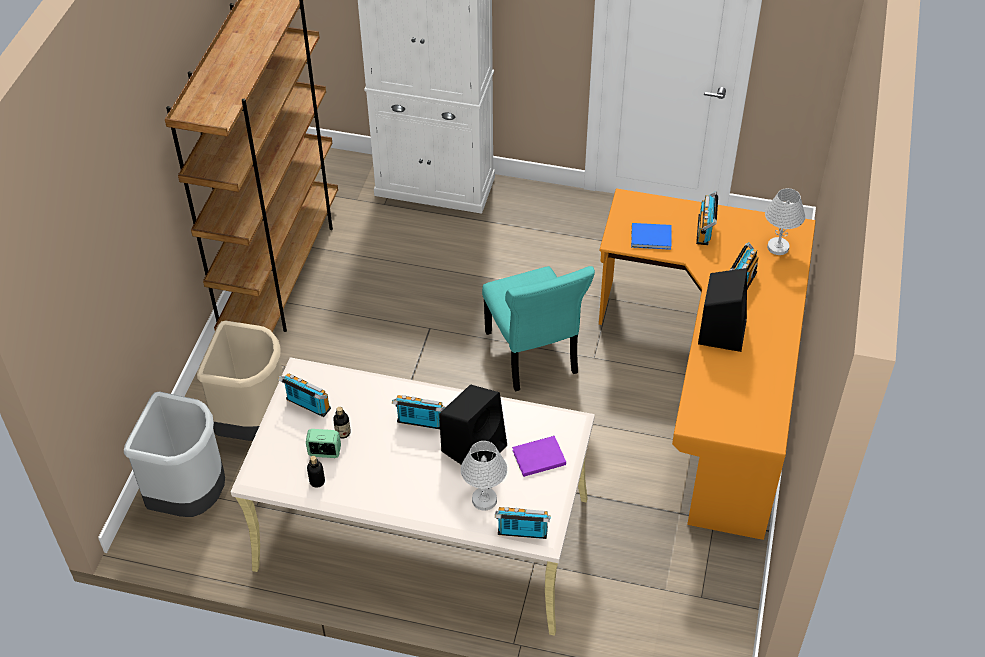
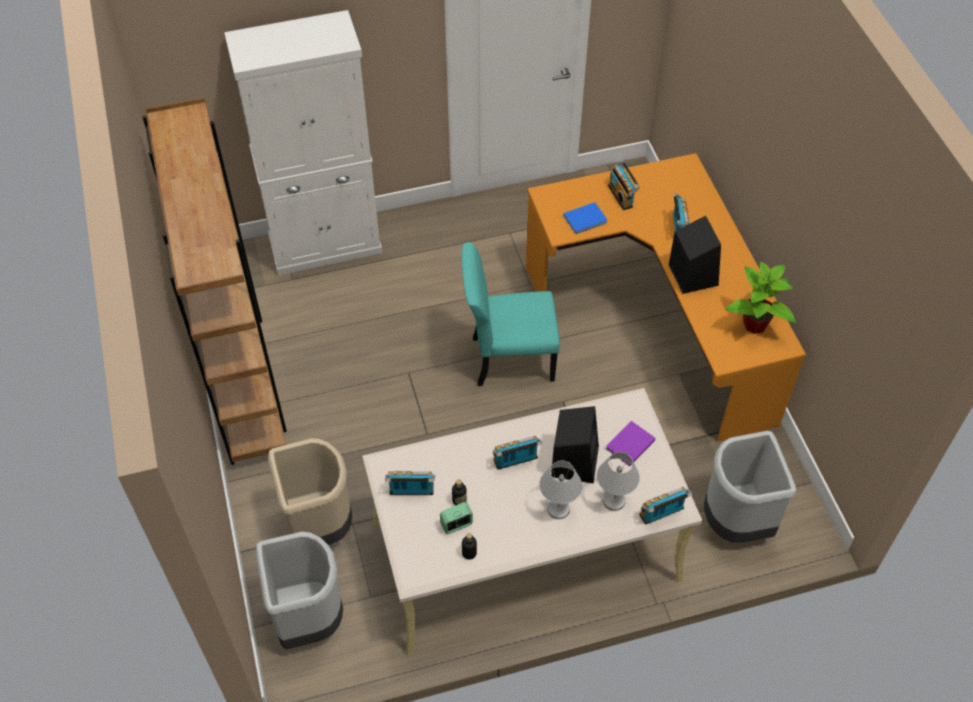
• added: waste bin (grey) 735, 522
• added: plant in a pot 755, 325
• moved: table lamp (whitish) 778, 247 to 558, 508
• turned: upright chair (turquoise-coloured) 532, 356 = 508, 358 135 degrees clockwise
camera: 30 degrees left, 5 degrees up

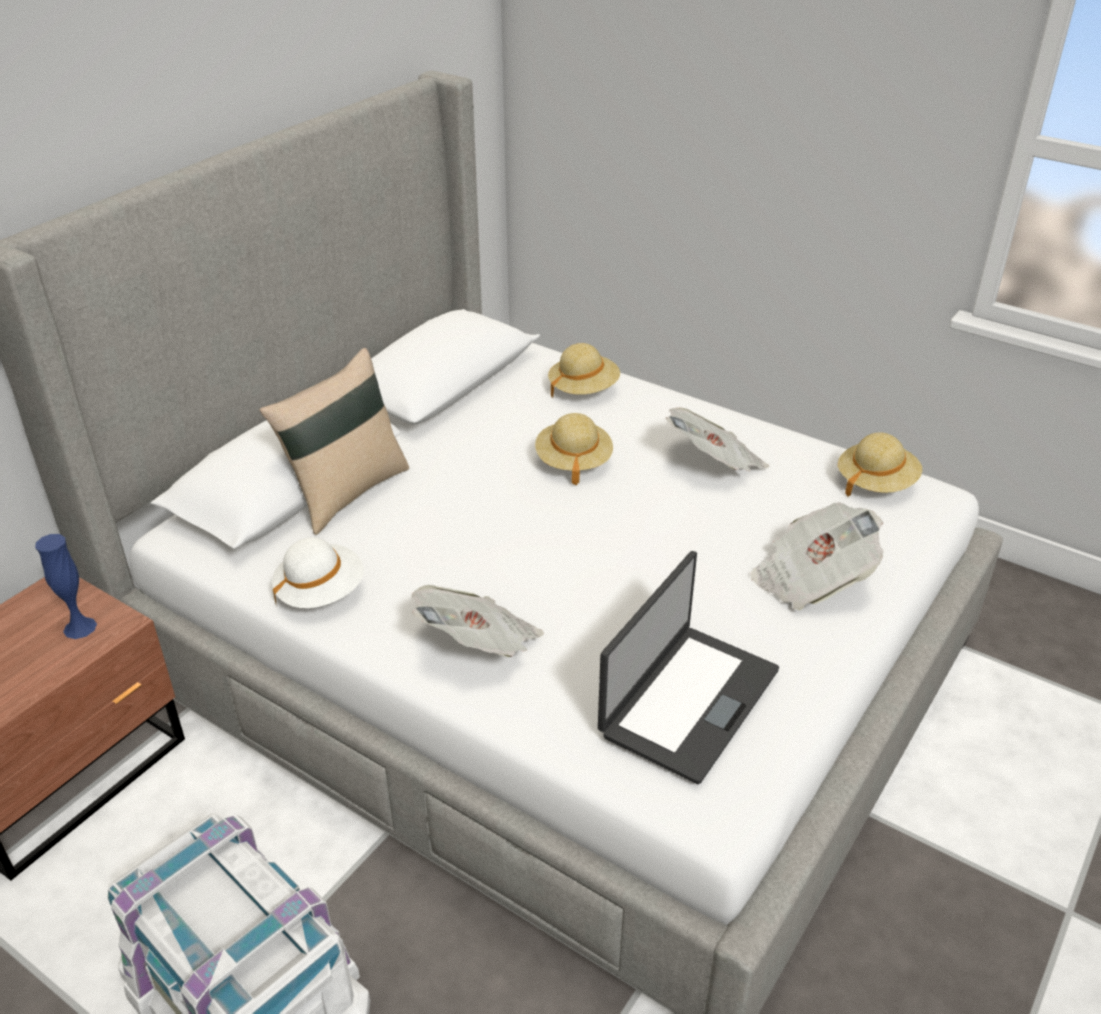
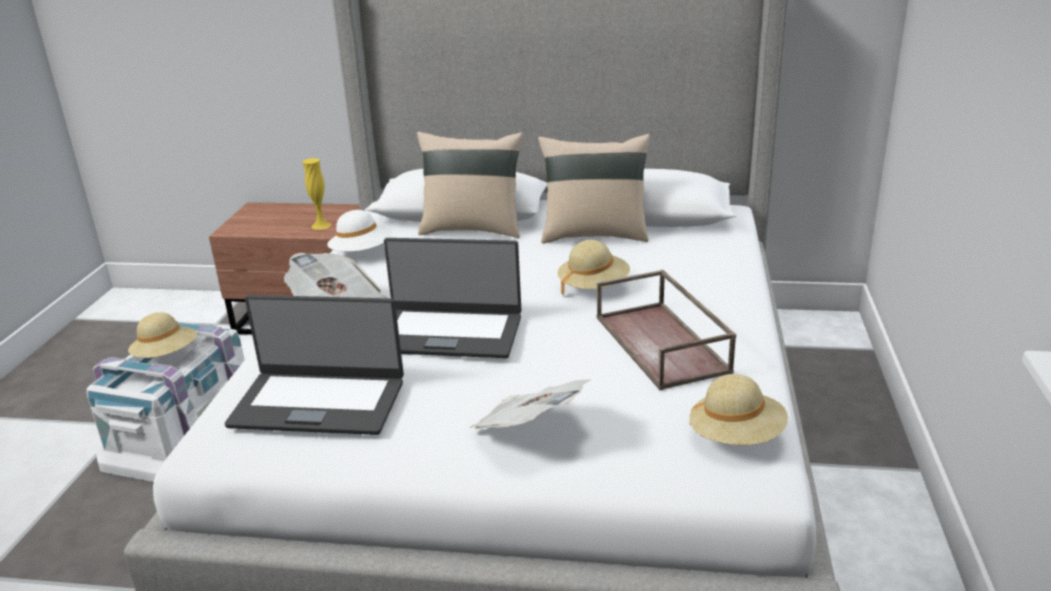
• added: laptop 448, 333
• added: cushion (beige) 594, 235
• moved: clothing hat (beige) 583, 389 to 167, 356
• replaced: newspaper 715, 464 to serving tray (brownish) 663, 344
• recoloured: flower vase (bluish) 80, 627 to flower vase (yellow-coloured) 321, 225
camera: 65 degrees right, 10 degrees down

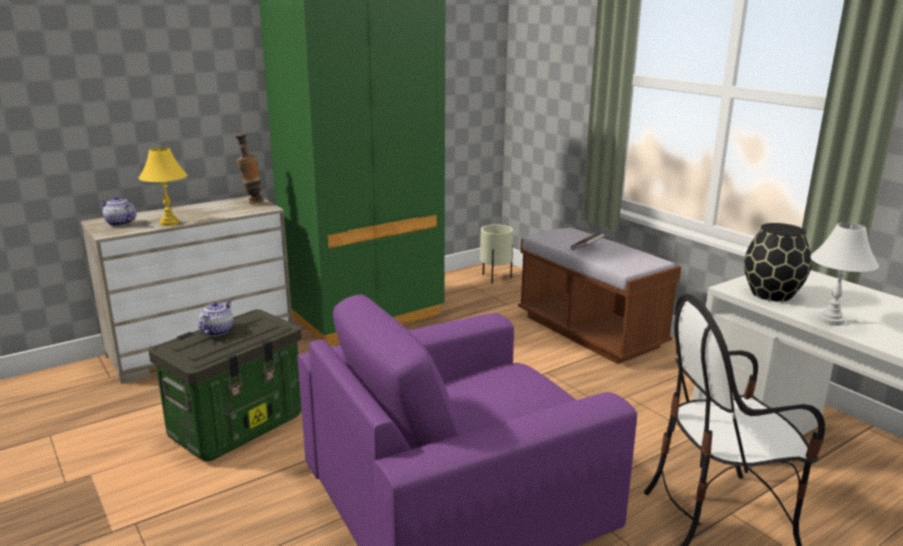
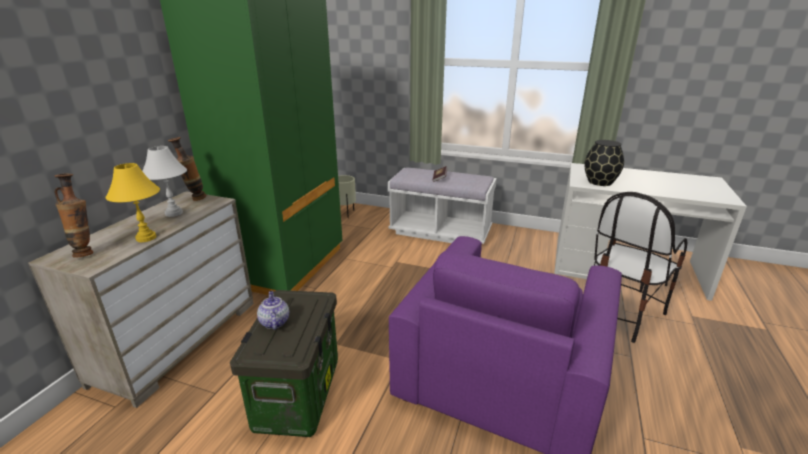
• moved: table lamp (whitish) 831, 320 to 174, 213
• replaced: pot for tea 119, 223 to flower vase 86, 252
• recoloured: indoor bench (brownish) 590, 331 to indoor bench (whitish) 440, 232
camera: 35 degrees left, 5 degrees up

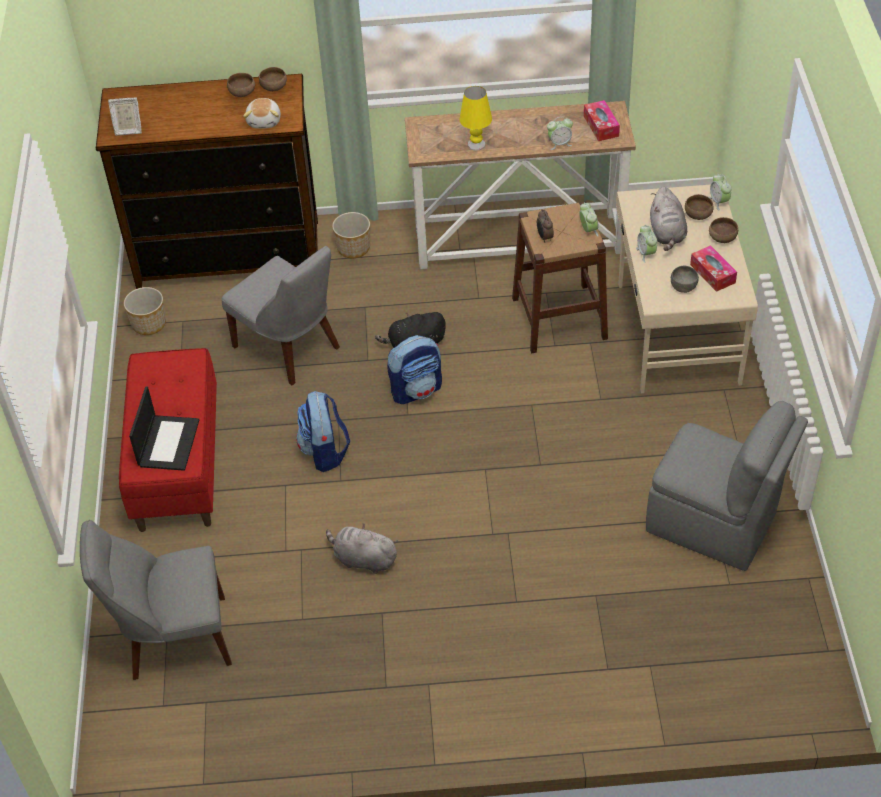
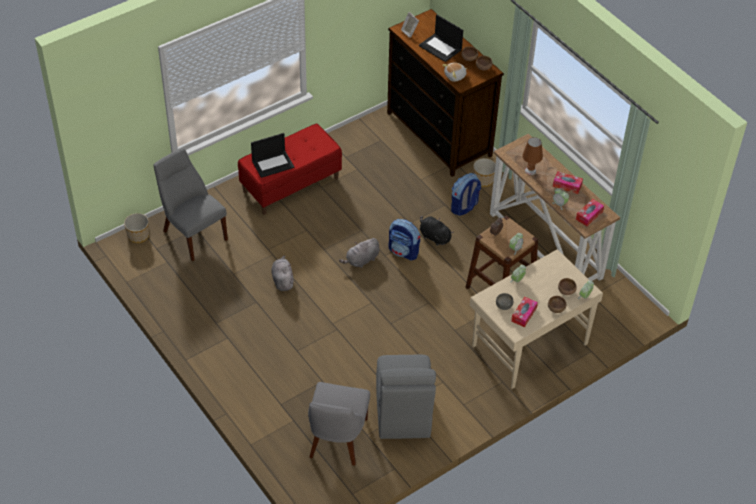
• added: laptop 441, 48
• added: box of tissues 567, 185
• moved: flower pot 149, 324 to 138, 236
• moved: upright chair (grey) 290, 349 to 337, 440
• moved: rucksack 325, 451 to 464, 207
• moved: soft toy (grey) 667, 233 to 361, 260
• recoloured: table lamp (yellow-coloured) 476, 144 to table lamp (brownish) 530, 171
camera: 55 degrees right, 0 degrees up

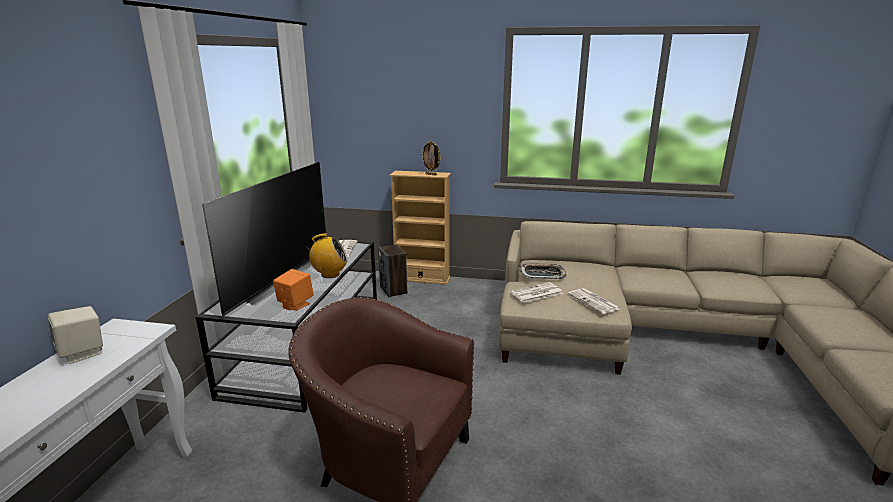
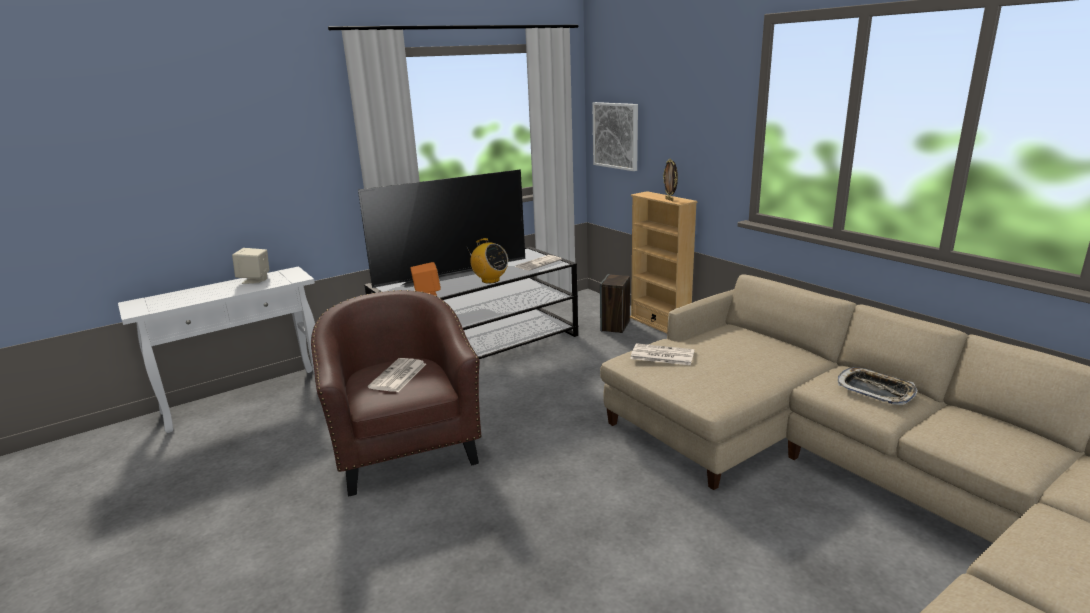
• added: picture 616, 135
• moved: serving tray 542, 274 to 875, 390
• moved: newspaper 594, 302 to 398, 376
camera: 45 degrees right, 0 degrees up

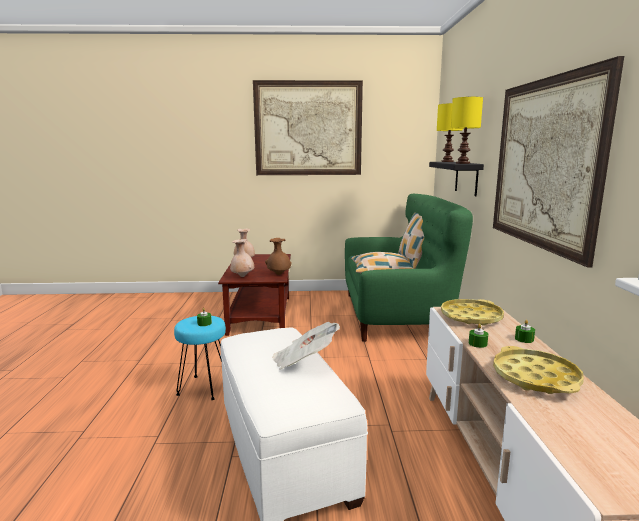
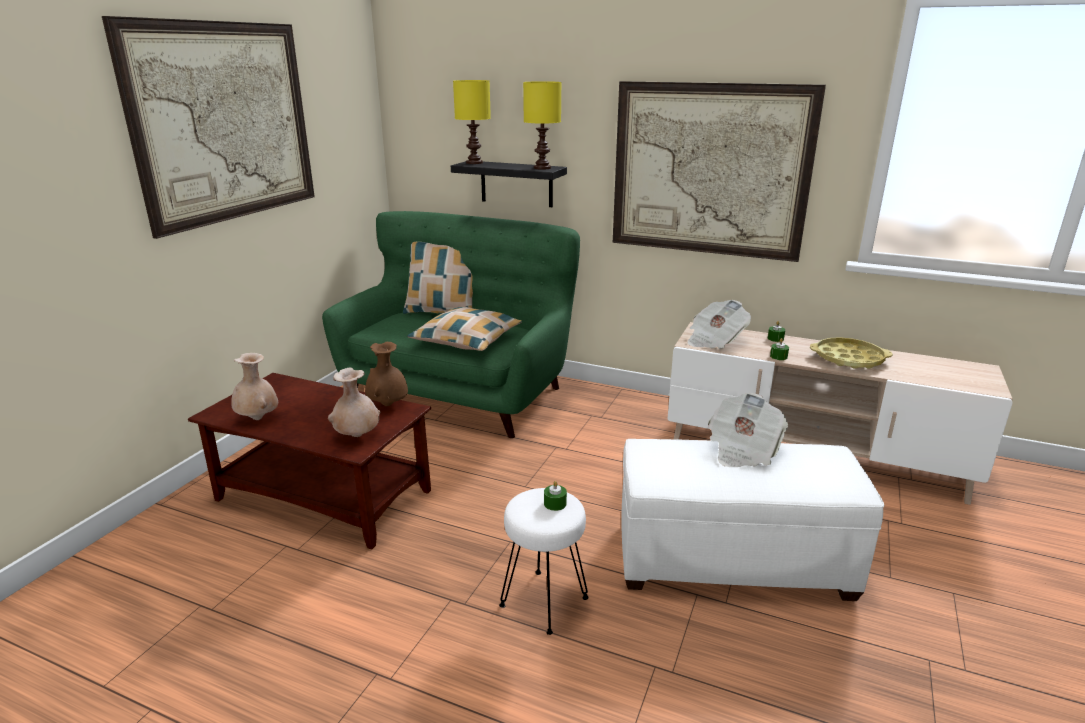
• replaced: serving tray (yellow-coloured) 471, 317 to newspaper 714, 340
• recoloured: stool seat (turquoise-coloured) 204, 388 to stool seat (whitish) 545, 601
camera: 65 degrees left, 10 degrees up

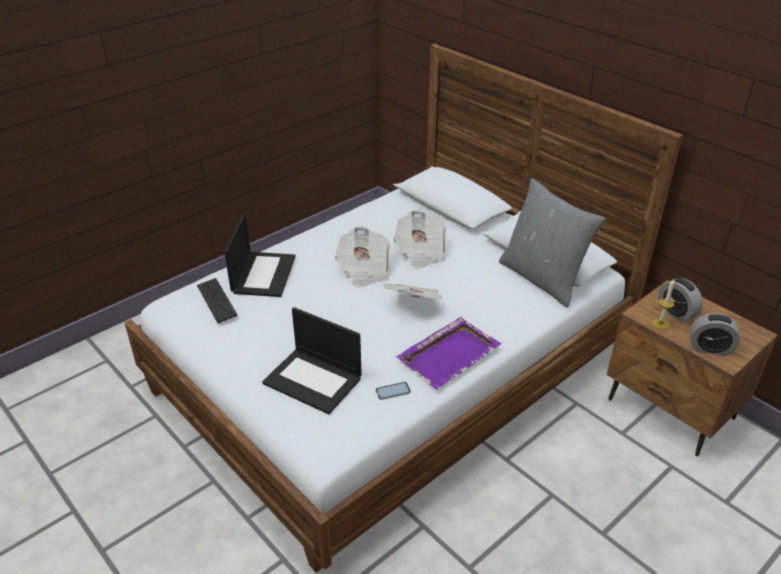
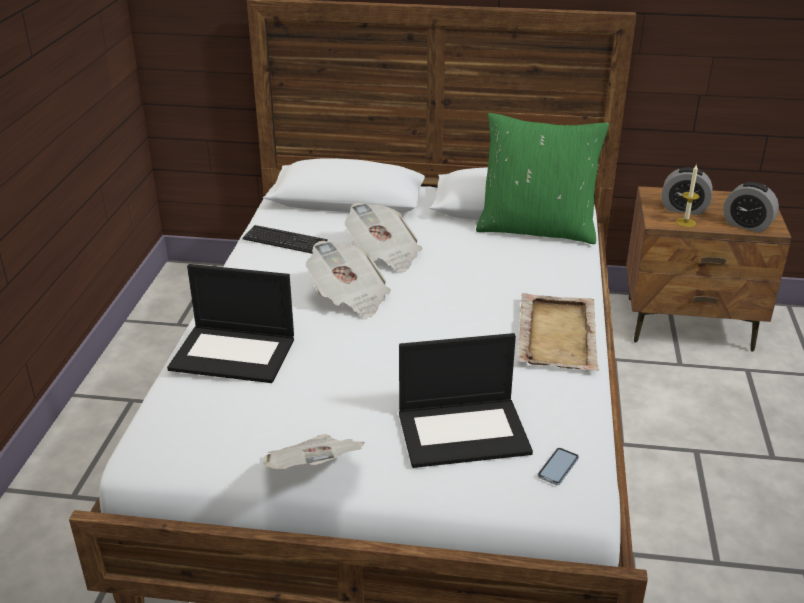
• moved: computer keyboard 217, 301 to 285, 241
• moved: phone 393, 391 to 558, 467
• moved: newspaper 415, 304 to 314, 472
• recoloured: serving tray (purple-coloured) 449, 354 to serving tray (beige) 557, 334
• recoloured: cushion (grey) 542, 278 to cushion (green) 537, 229
• turned: laptop 263, 274 = 235, 353 135 degrees clockwise
• turned: alarm clock 710, 348 = 747, 225 60 degrees clockwise
camera: 40 degrees left, 5 degrees down

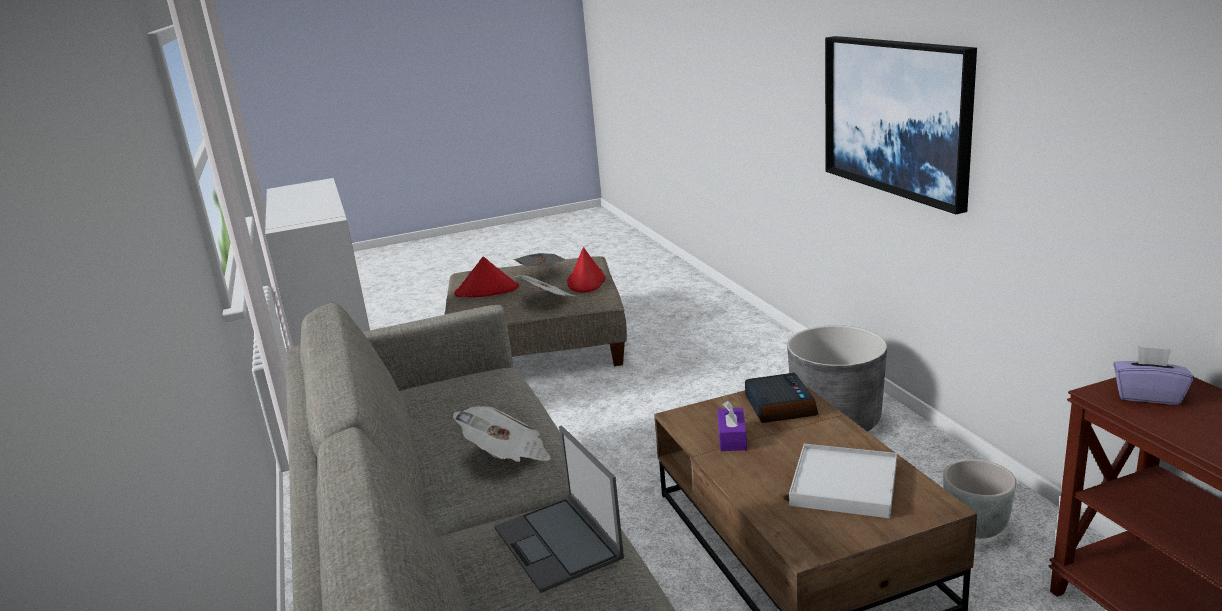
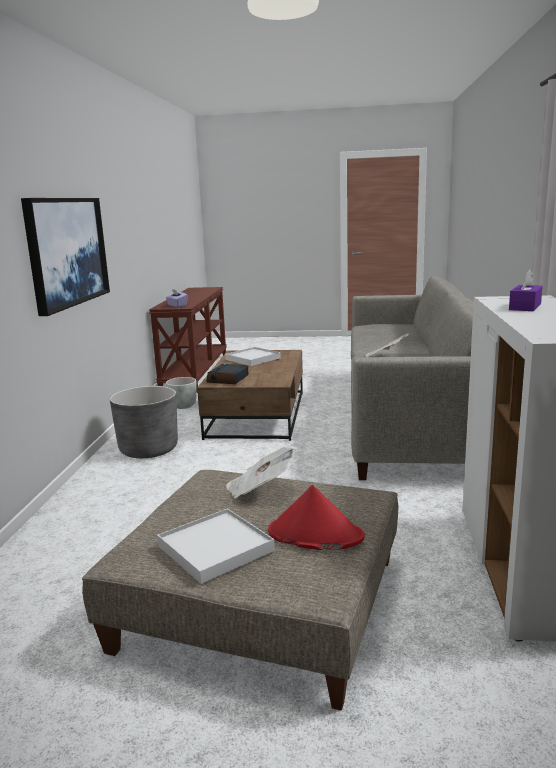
• removed: laptop 558, 544
• removed: clothing hat (red) 586, 281
• moved: box of tissues (purple-coloured) 732, 438 to 525, 307
• replaced: newspaper 542, 273 to serving tray (whitish) 215, 548
camera: 155 degrees left, 5 degrees down

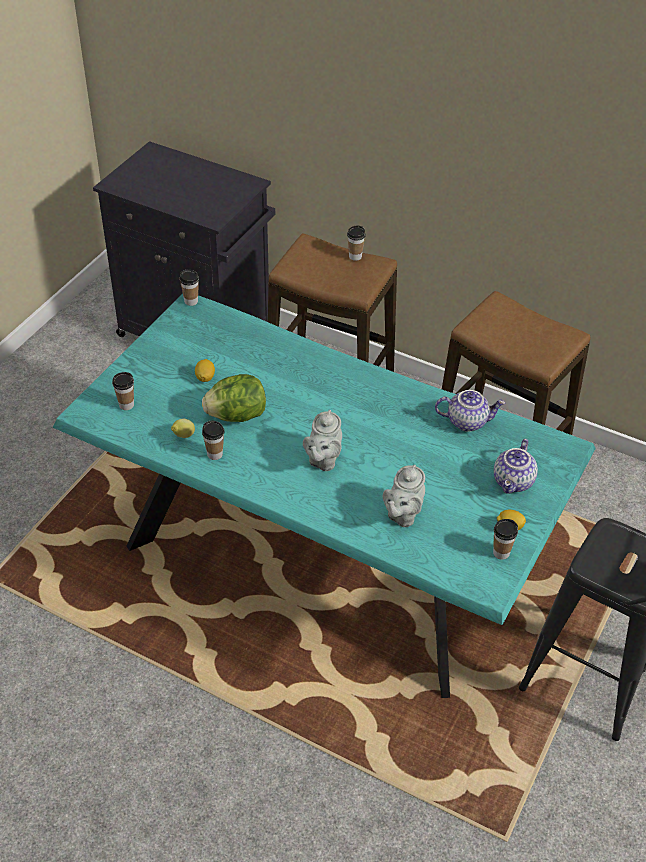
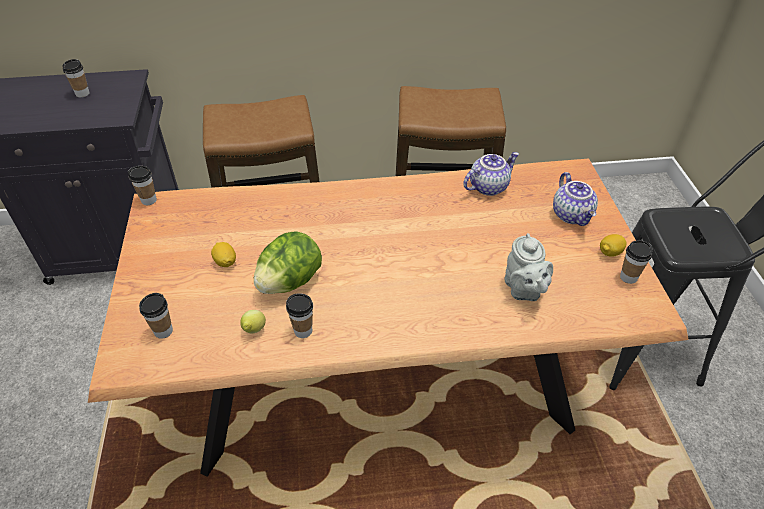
• removed: pot for tea (grey) 323, 460
• moved: drinking cup 355, 256 to 82, 94
• recoloured: kitchen table (turquoise-coloured) 320, 560 to kitchen table (brownish) 382, 379
camera: 35 degrees left, 0 degrees up

